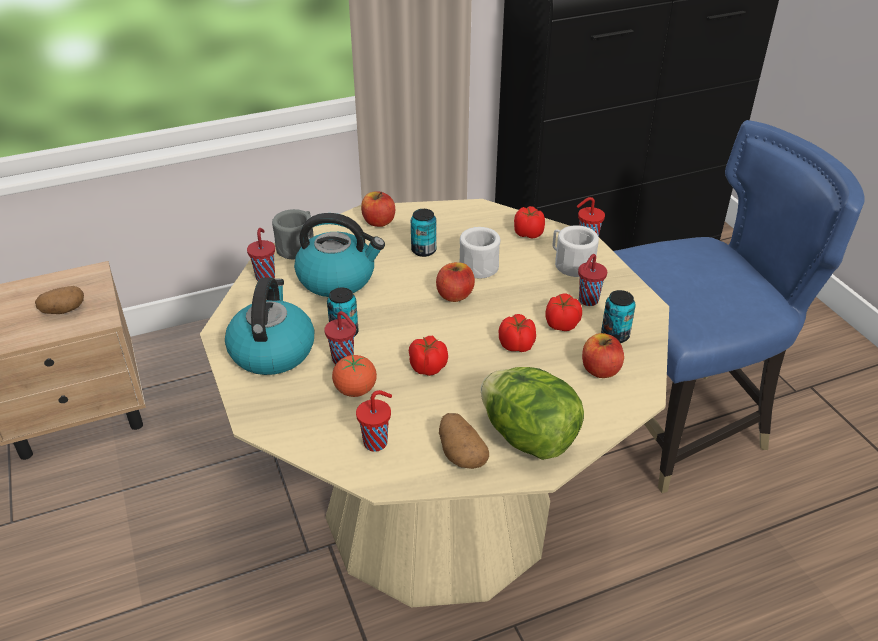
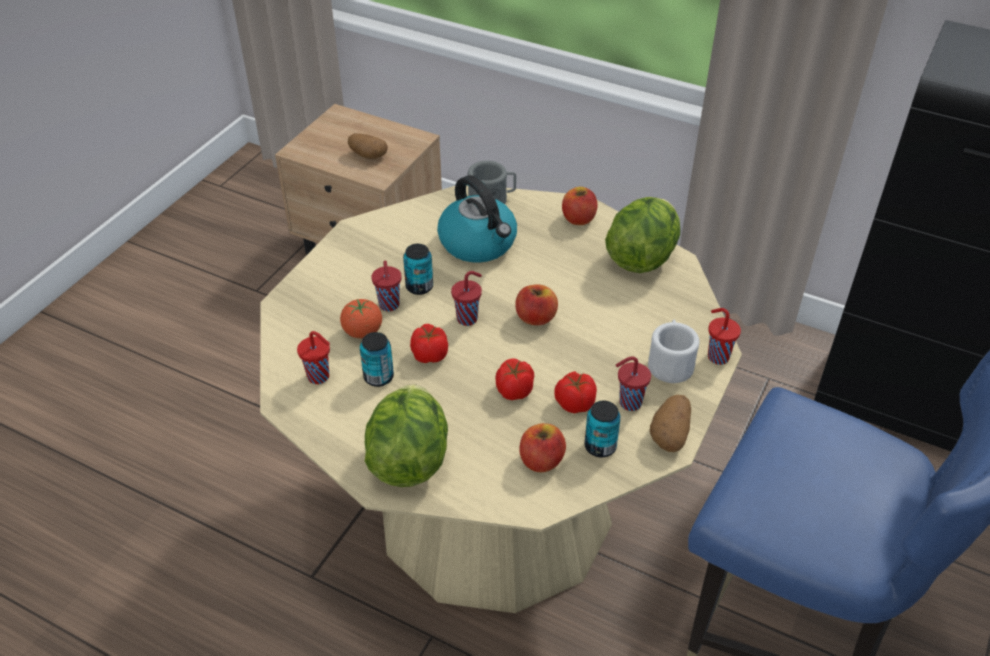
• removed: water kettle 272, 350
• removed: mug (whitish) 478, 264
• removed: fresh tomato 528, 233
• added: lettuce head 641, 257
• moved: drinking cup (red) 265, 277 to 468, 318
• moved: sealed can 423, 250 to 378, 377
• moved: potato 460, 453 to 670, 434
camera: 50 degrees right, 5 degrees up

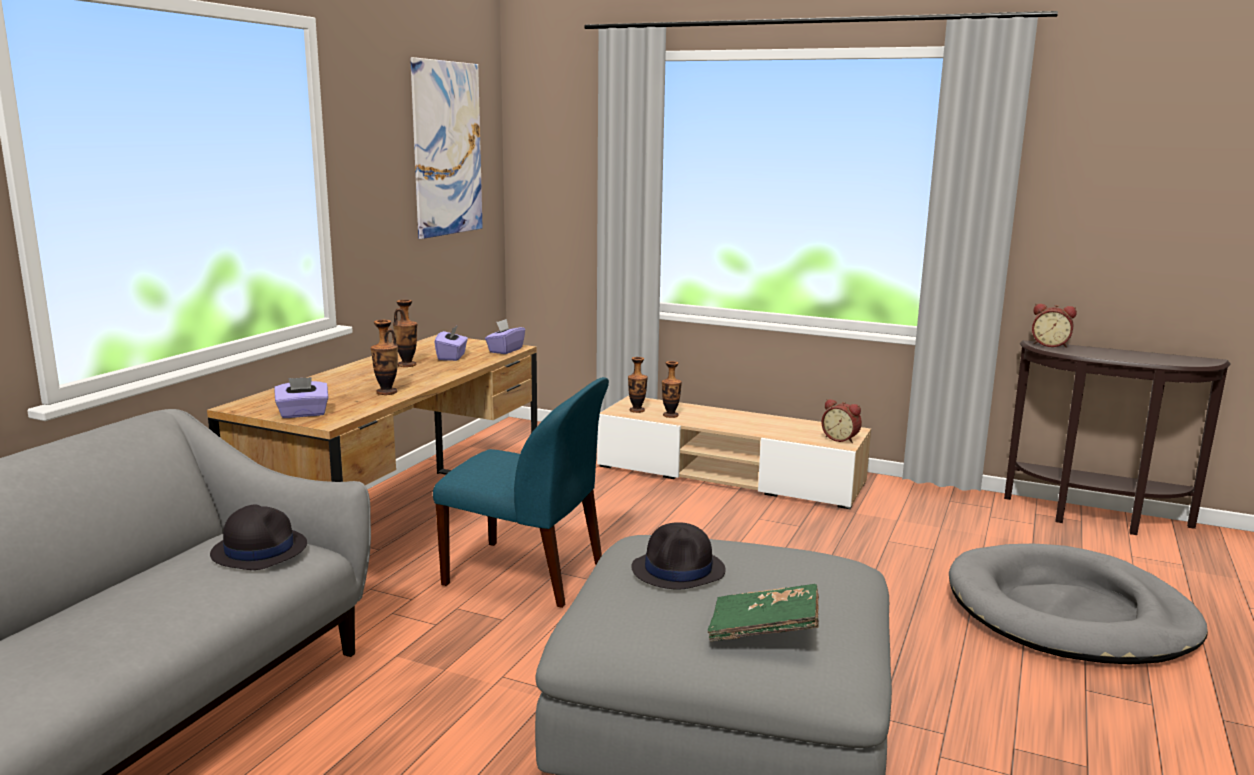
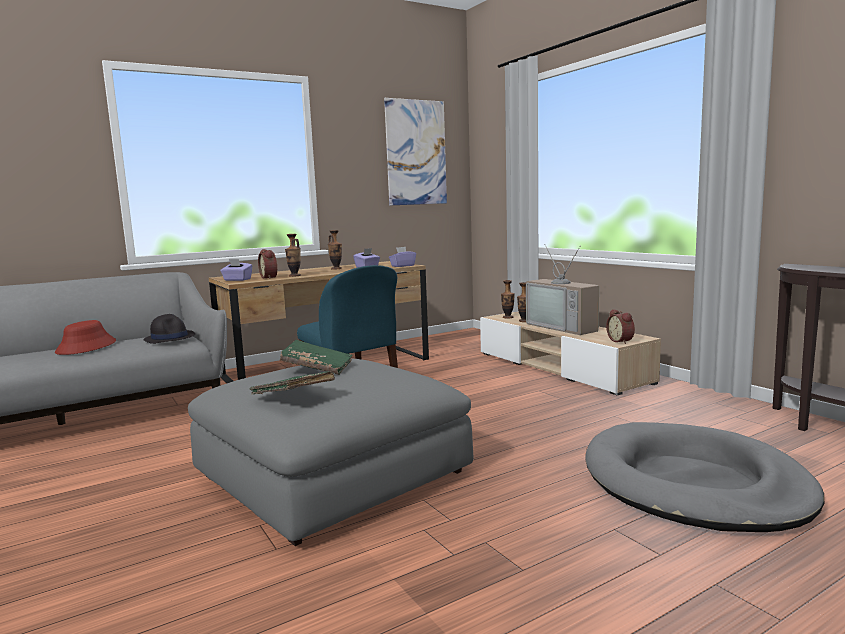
• added: clothing hat (red) 86, 347
• added: TV 565, 327
• moved: alarm clock 1050, 345 to 270, 277
• replaced: clothing hat (black) 679, 570 to volume (green) 317, 368
camera: 35 degrees right, 5 degrees down

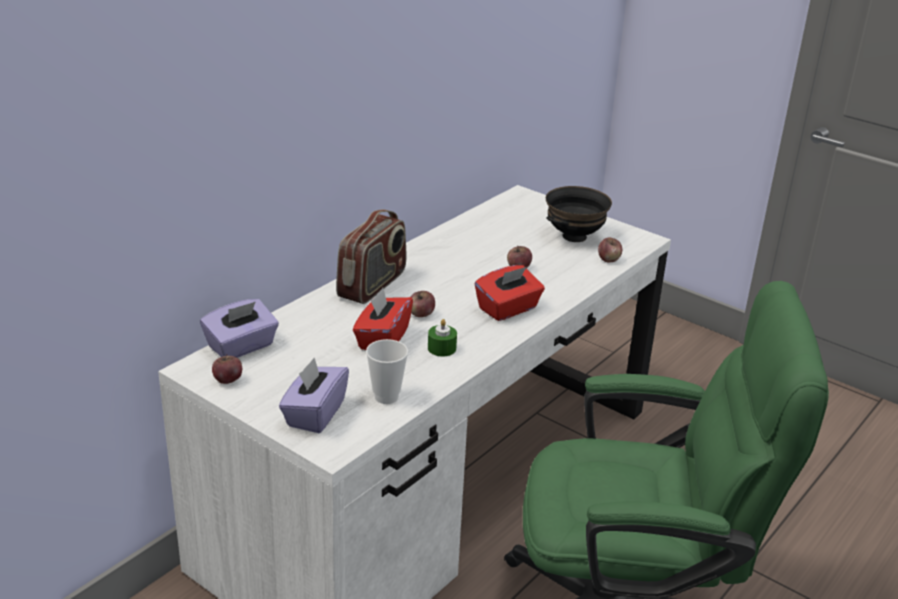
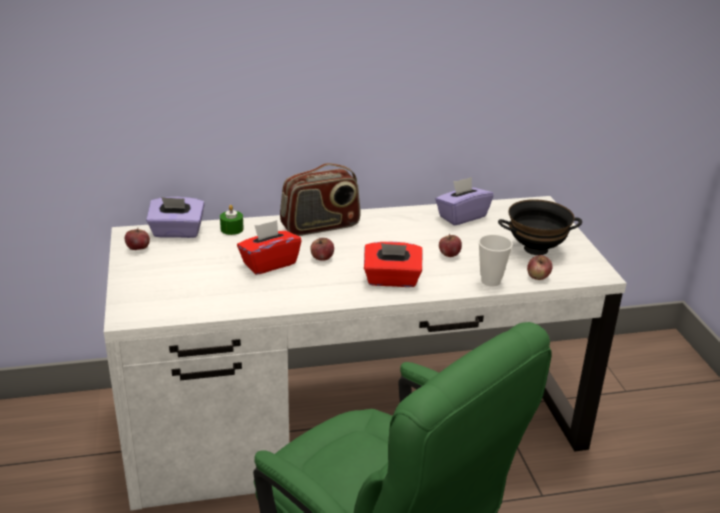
• moved: box of tissues (purple-coloured) 314, 414 to 462, 216
• moved: drinking cup 386, 397 to 490, 281
• moved: candle (green) 442, 348 to 232, 229
camera: 40 degrees right, 0 degrees up

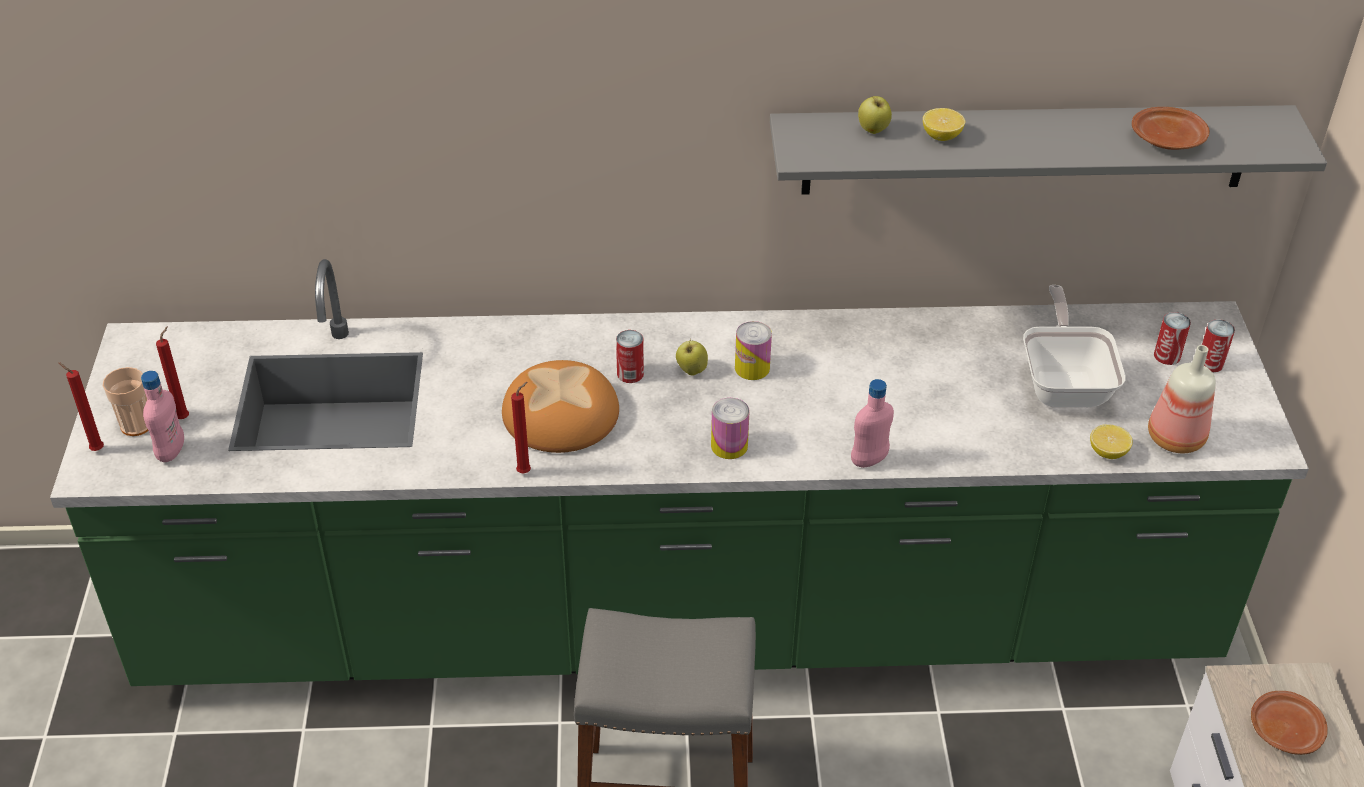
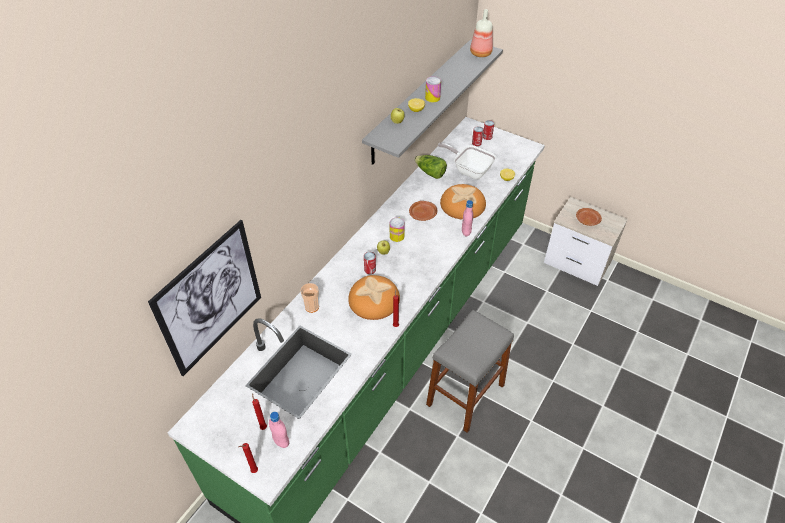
• added: picture 210, 298
• added: lettuce head 430, 173
• added: baked bread 463, 205
• moved: drinking cup 136, 425 to 312, 307
• moved: sealed can 729, 446 to 432, 98
• moved: plate (brownish) 1168, 140 to 423, 214
• moved: beverage bottle 1173, 438 to 480, 53
camera: 55 degrees left, 5 degrees up

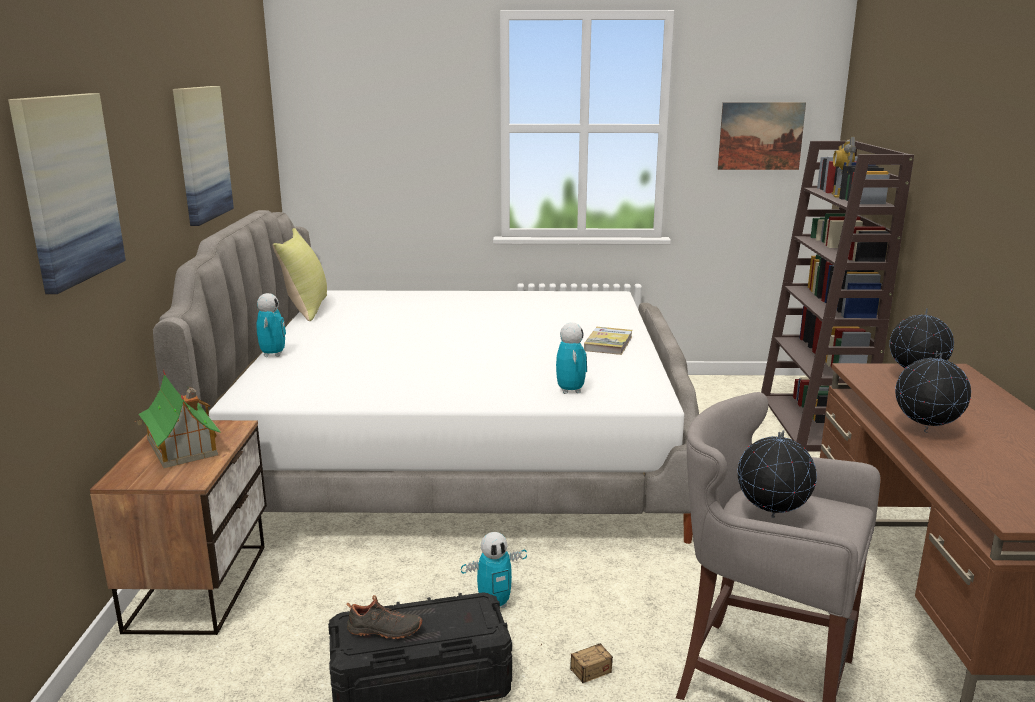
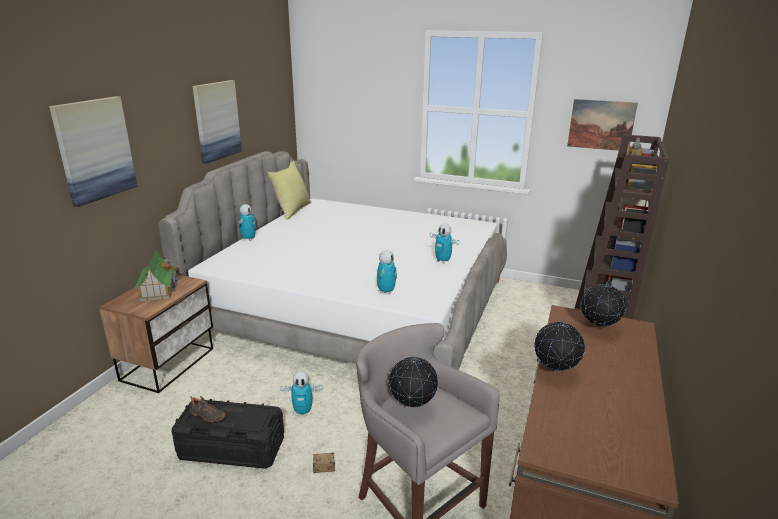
• replaced: volume 608, 343 to robot figure 443, 261
camera: 20 degrees right, 5 degrees up

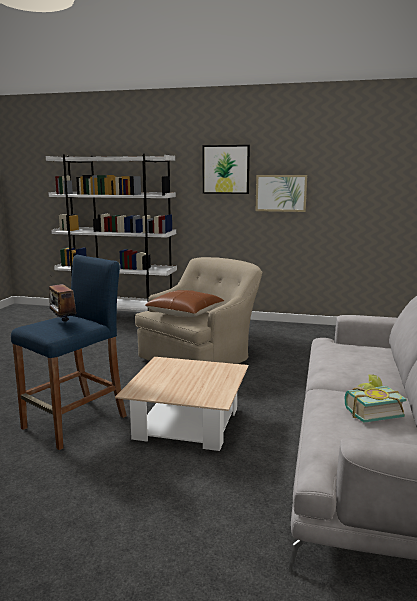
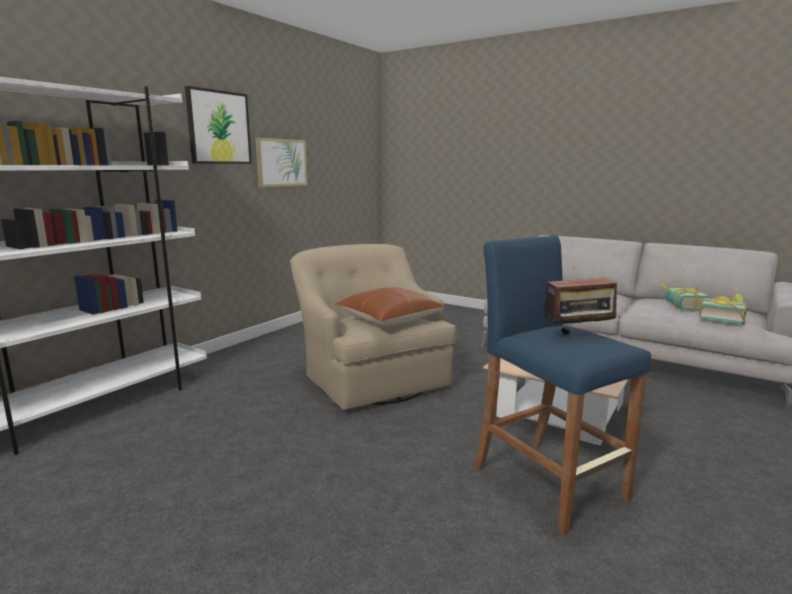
• added: volume 721, 318
camera: 70 degrees left, 0 degrees up

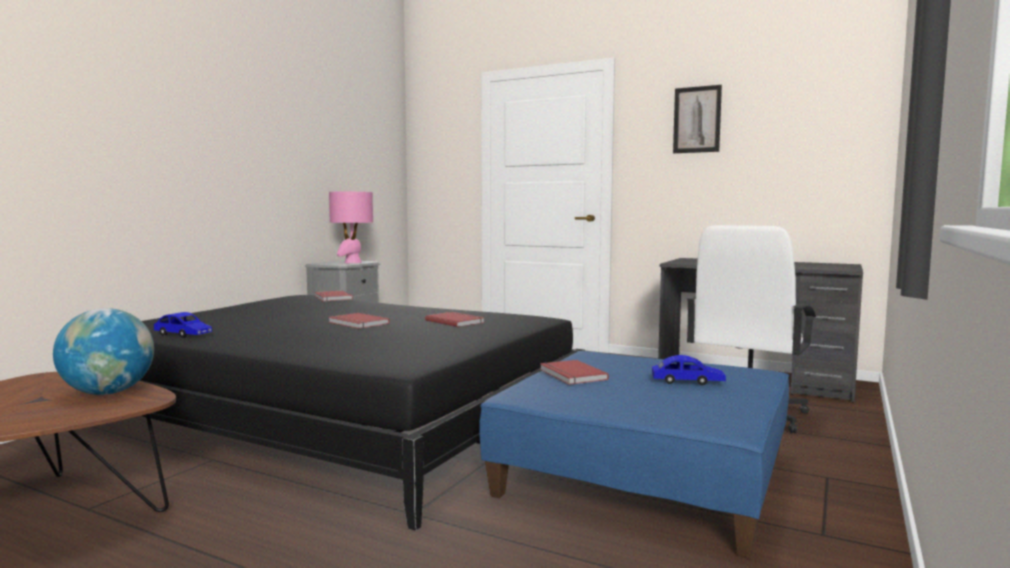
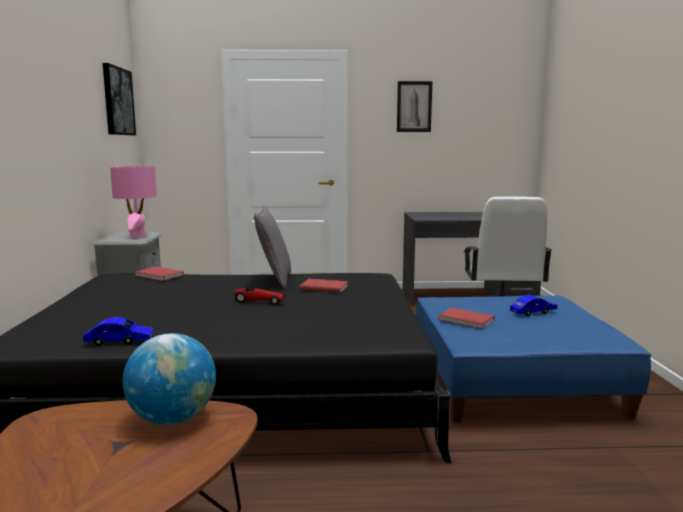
• added: picture 118, 101
• added: cushion (grey) 274, 280
• replaced: volume (red) 357, 323 to miniature car 259, 302
camera: 30 degrees left, 5 degrees up

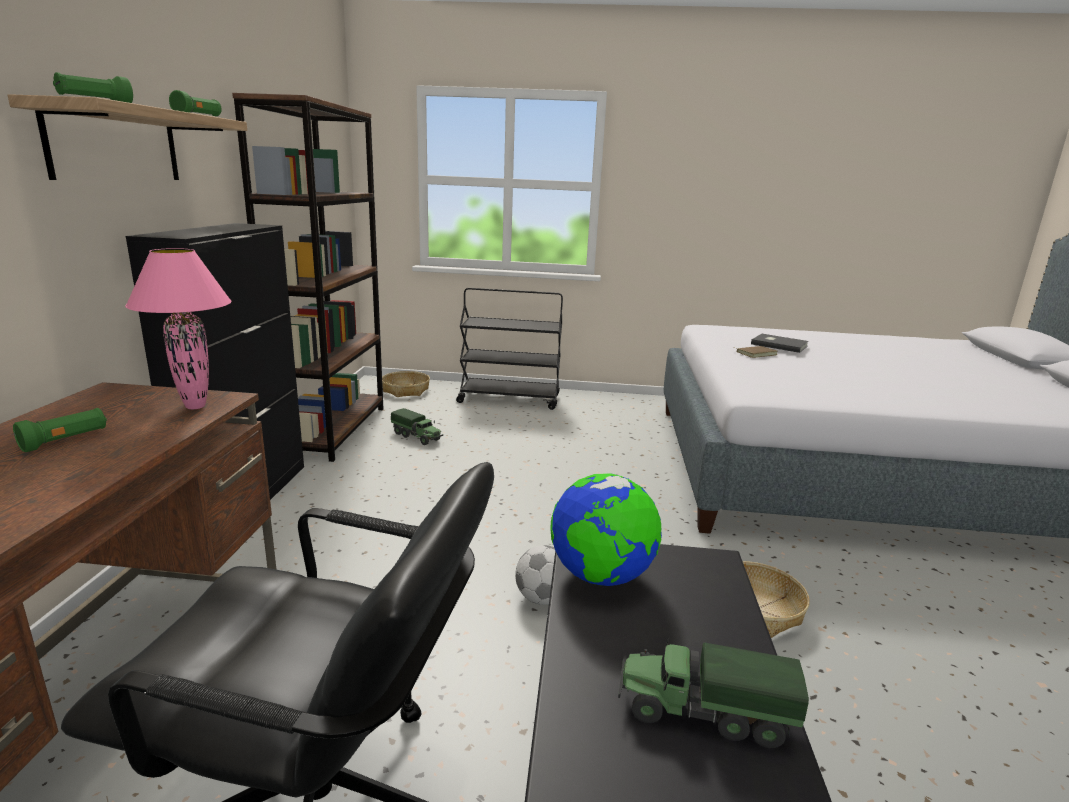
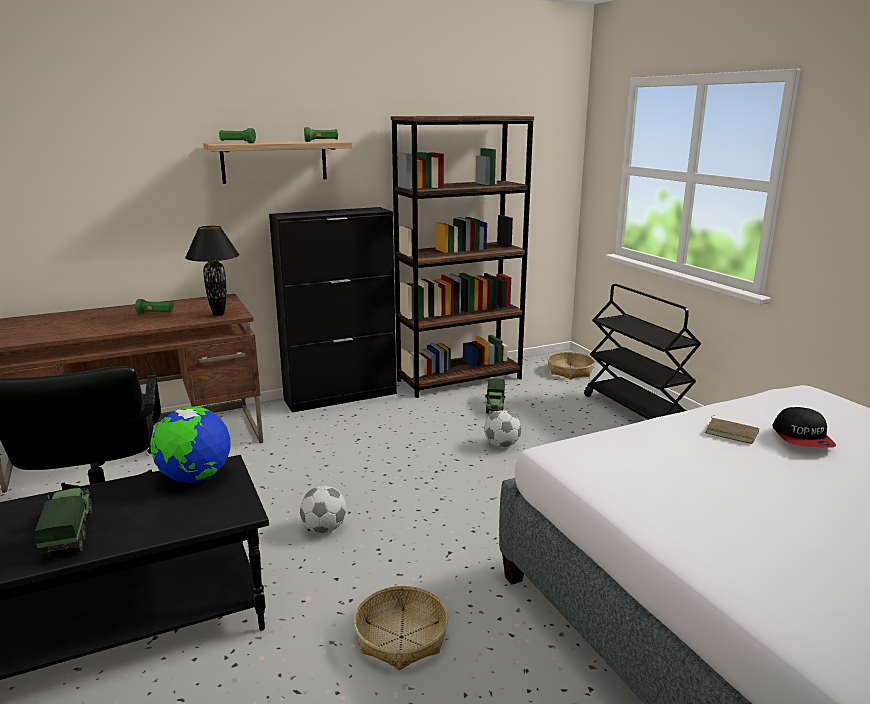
• added: ball for football 502, 445
• replaced: volume (grey) 778, 344 to cap 802, 438
• recoloured: table lamp (pink) 195, 406 to table lamp (black) 219, 314
camera: 60 degrees right, 0 degrees up

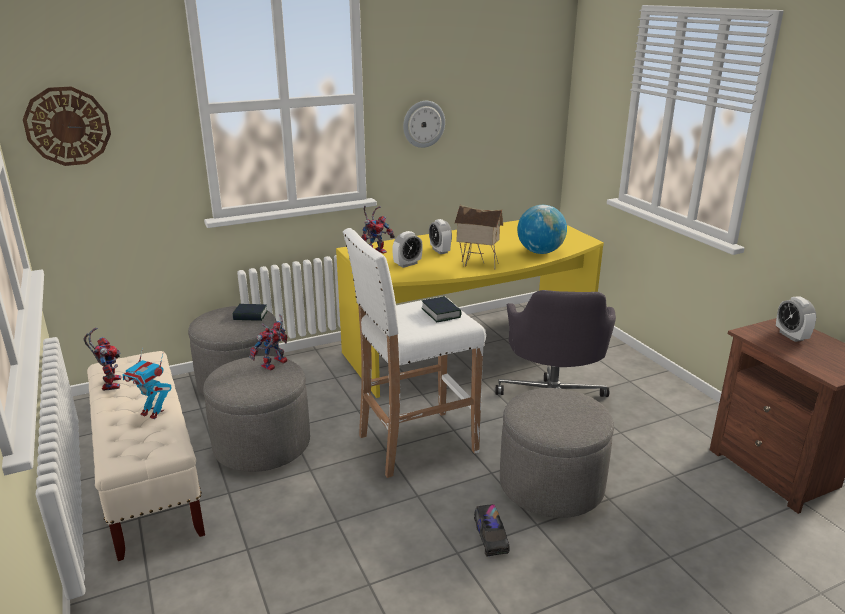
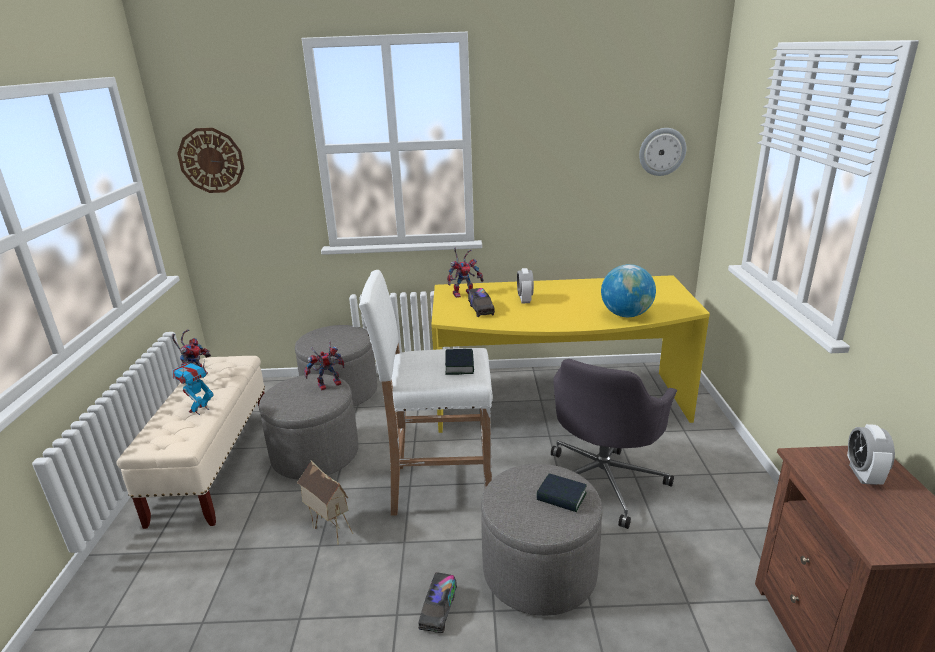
• moved: volume 250, 316 to 561, 497
• moved: clock on the wall 423, 124 to 662, 151
• moved: toy house 477, 265 to 329, 529
• replaced: alarm clock 407, 264 to model truck 481, 309
• turned: robot figure 153, 413 = 199, 410 75 degrees clockwise
camera: 25 degrees right, 0 degrees up

